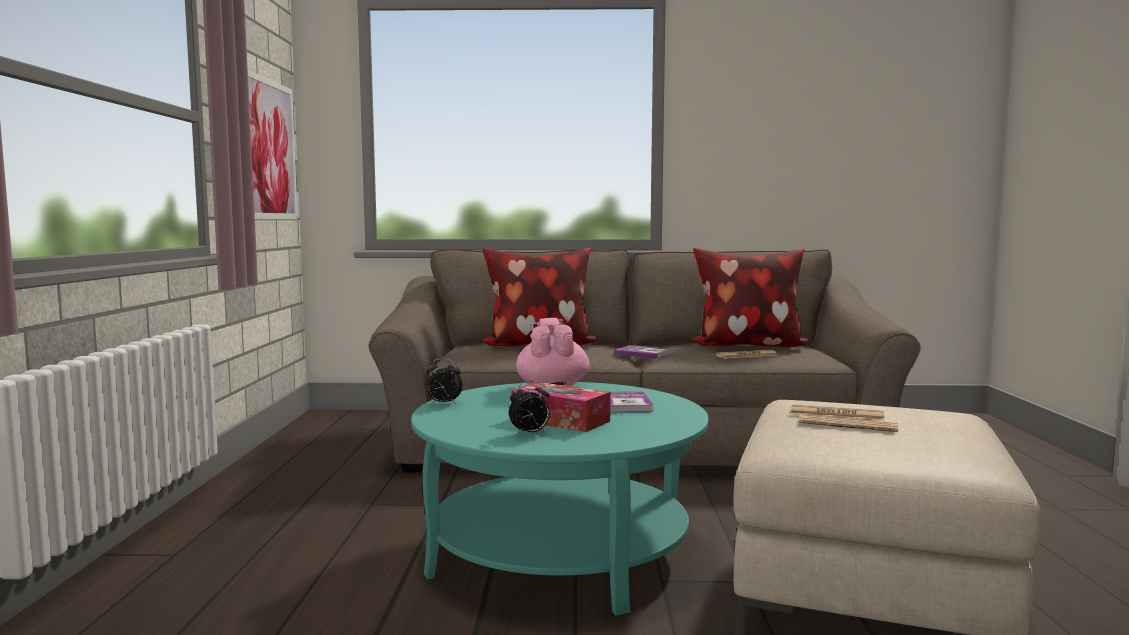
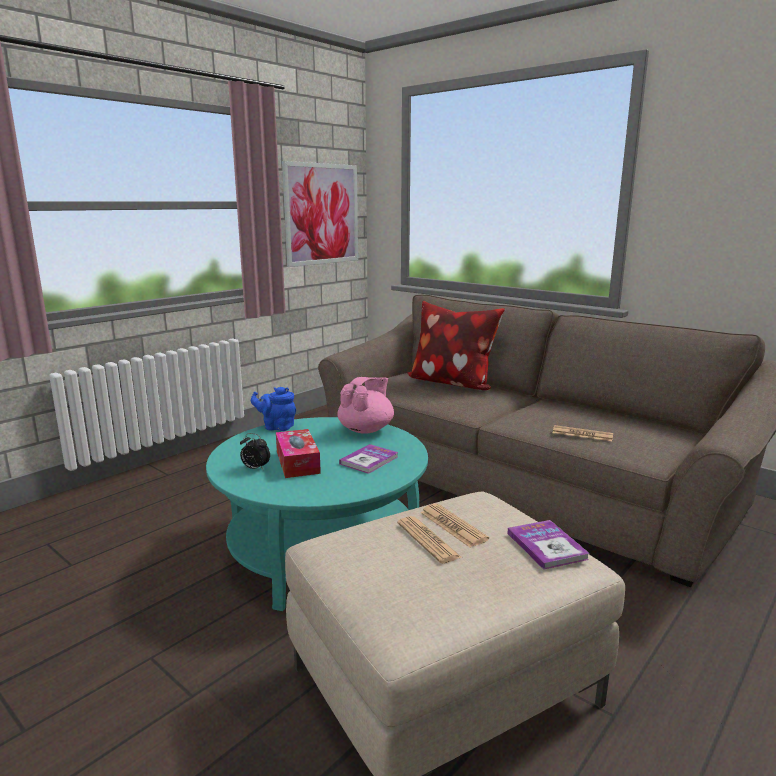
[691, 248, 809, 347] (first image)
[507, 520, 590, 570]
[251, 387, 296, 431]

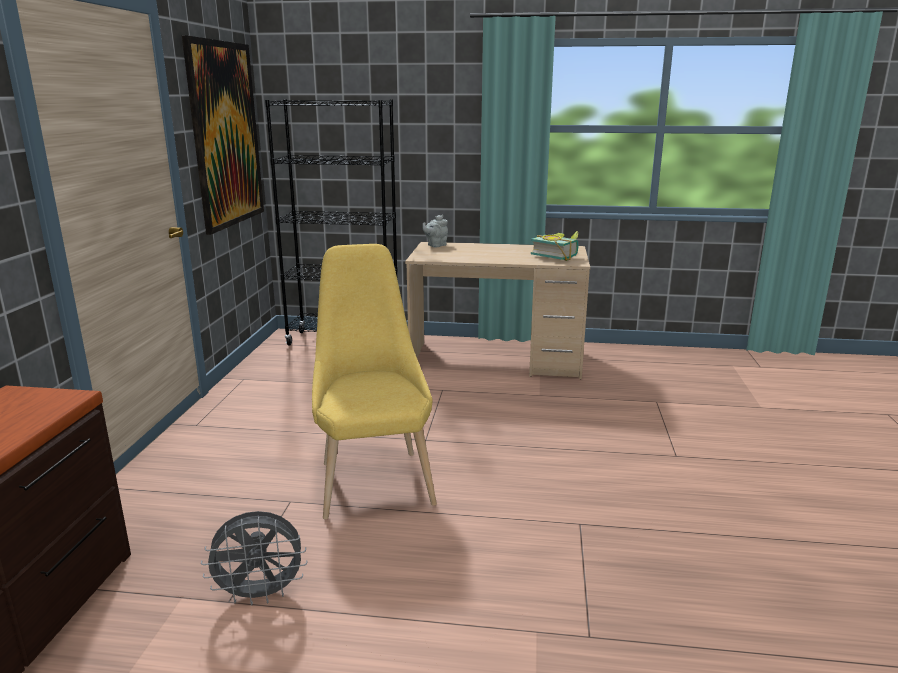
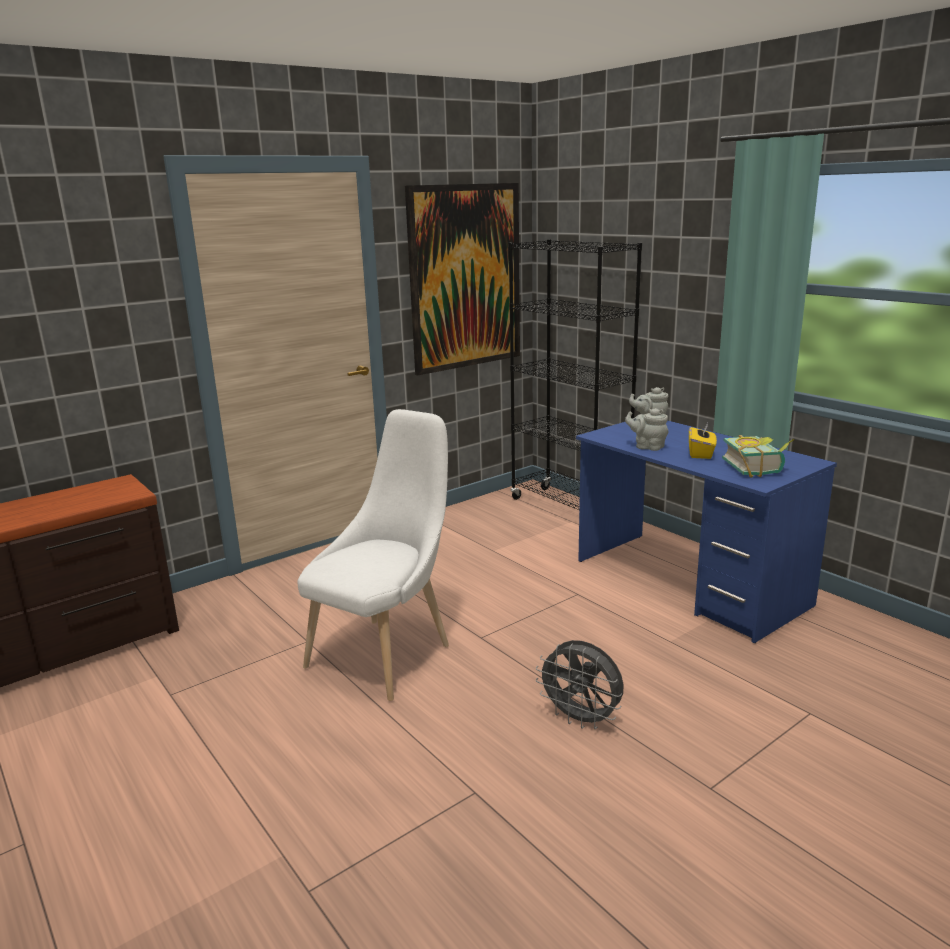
[576, 420, 837, 643]
[298, 409, 449, 701]
[535, 640, 624, 729]
[625, 408, 668, 451]
[689, 423, 717, 459]

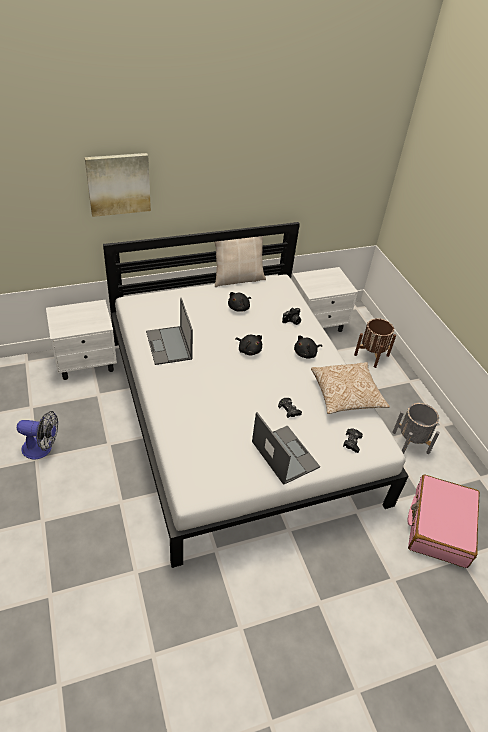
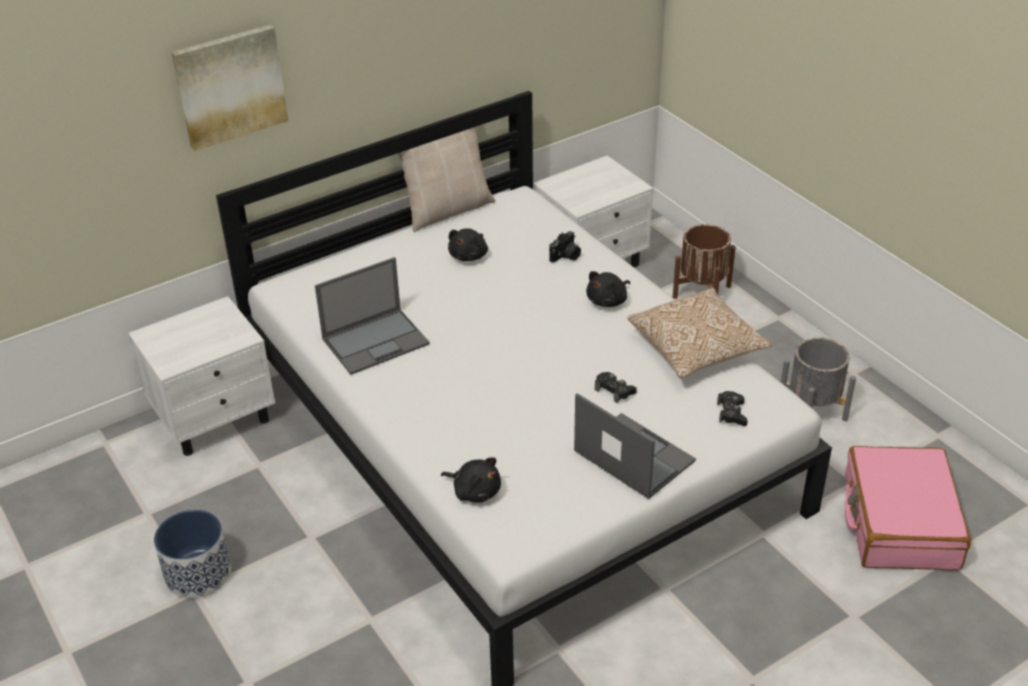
[315, 257, 430, 375]
[441, 458, 501, 503]
[154, 510, 231, 598]

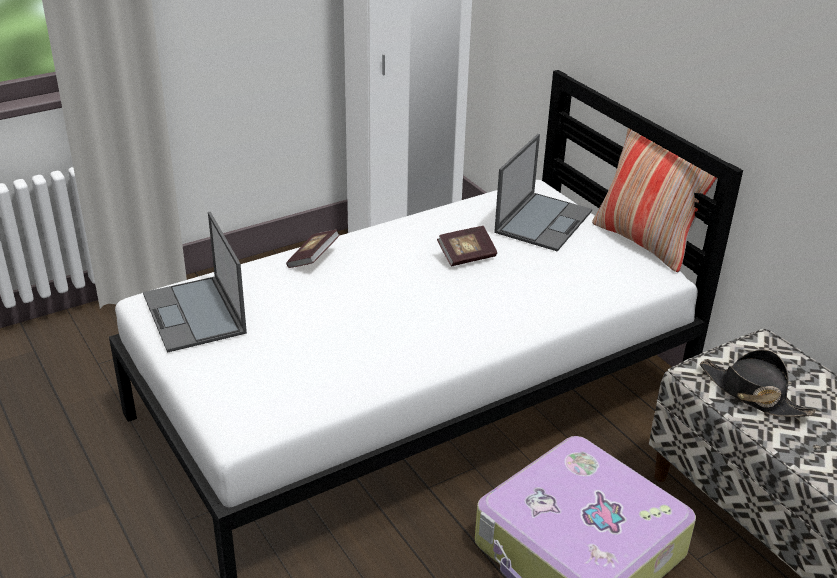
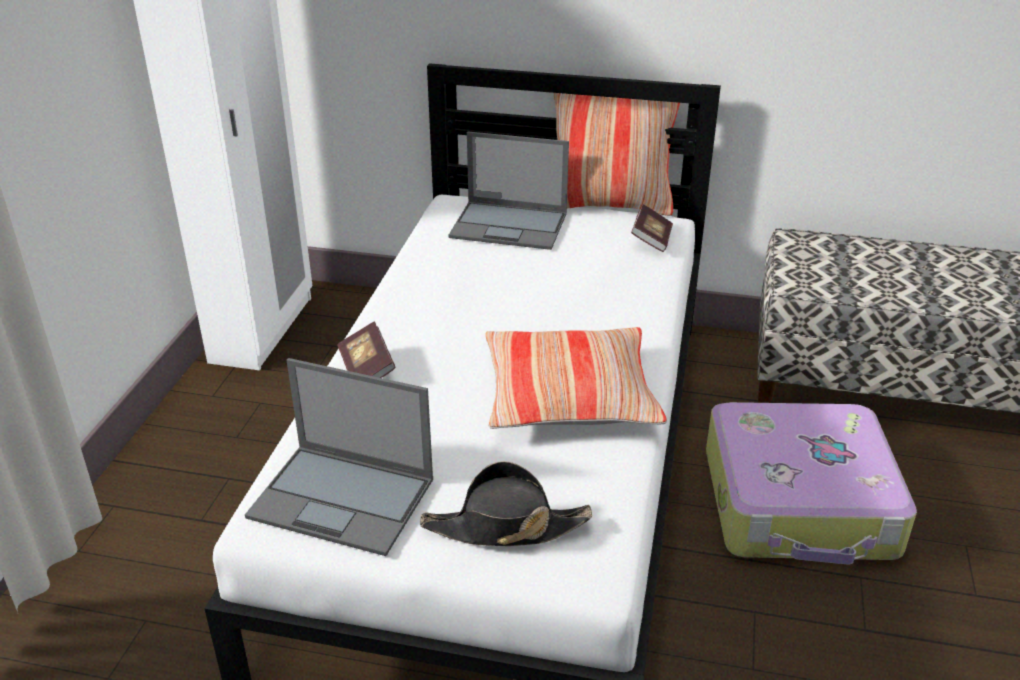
[448, 131, 569, 250]
[631, 204, 673, 252]
[420, 461, 592, 546]
[485, 327, 667, 429]

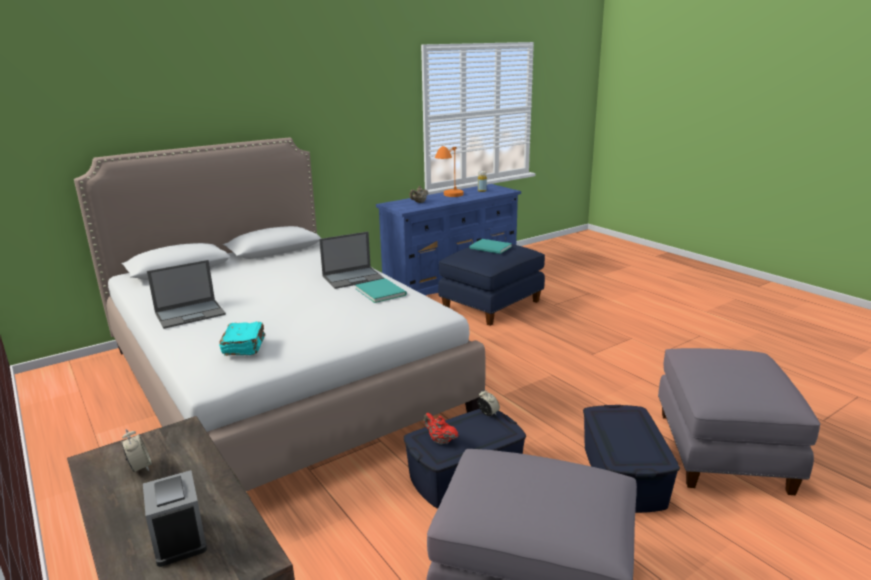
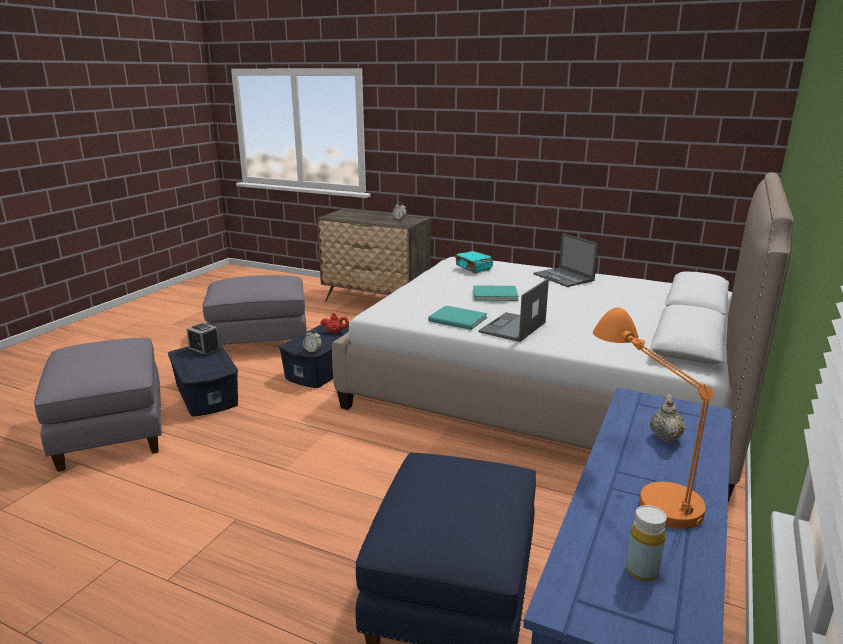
[473, 285, 519, 301]
[533, 233, 598, 287]
[186, 323, 221, 356]

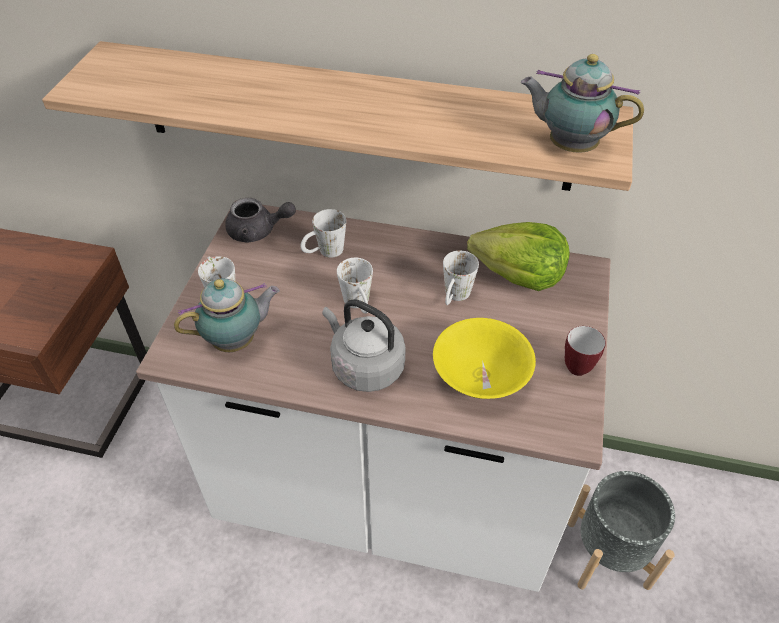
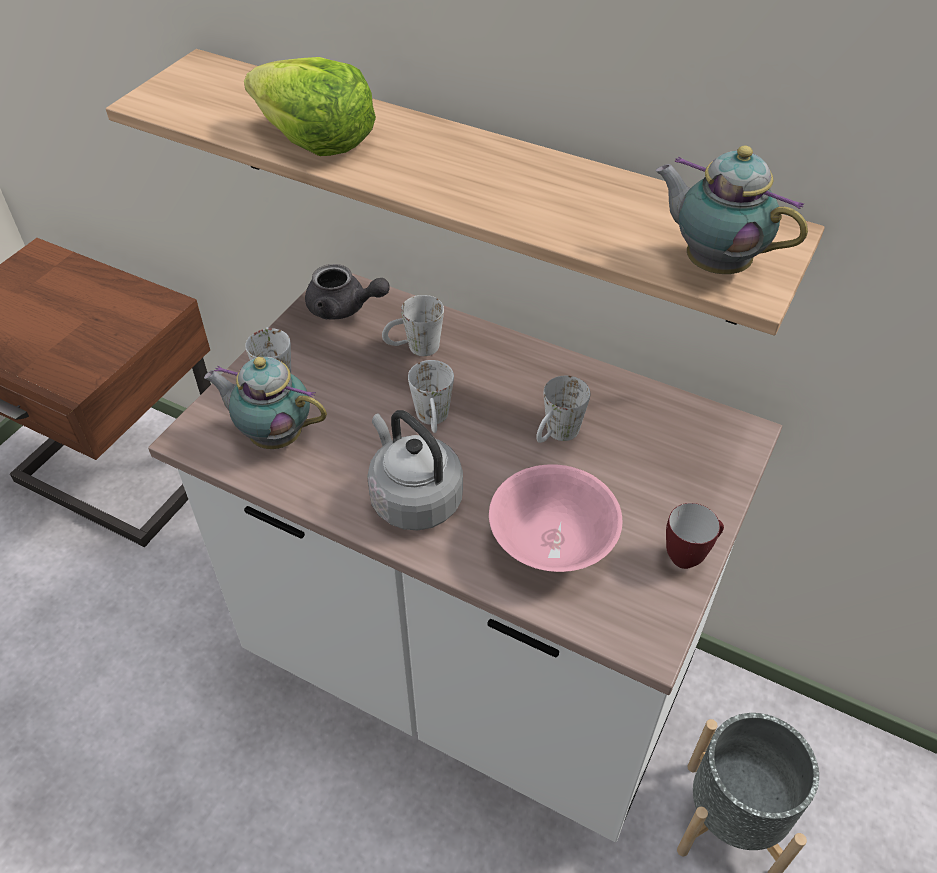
[244, 57, 376, 156]
[204, 357, 327, 449]
[489, 464, 623, 572]

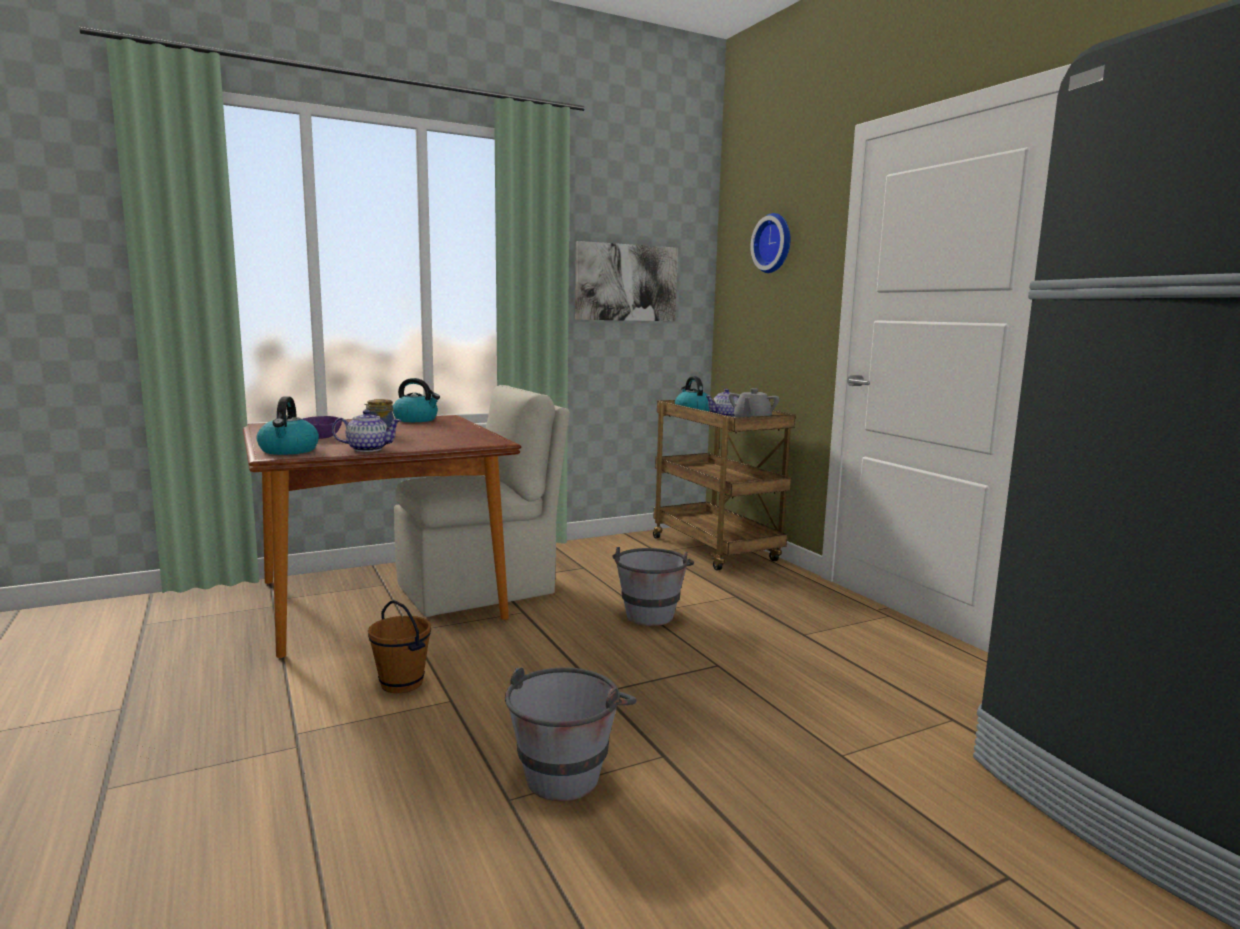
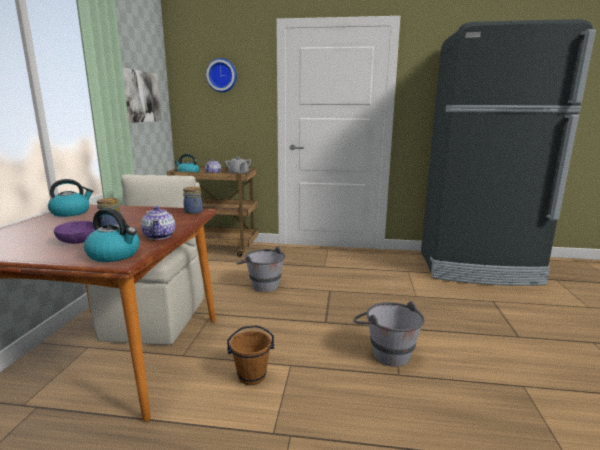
[141, 206, 175, 240]
[183, 187, 203, 214]

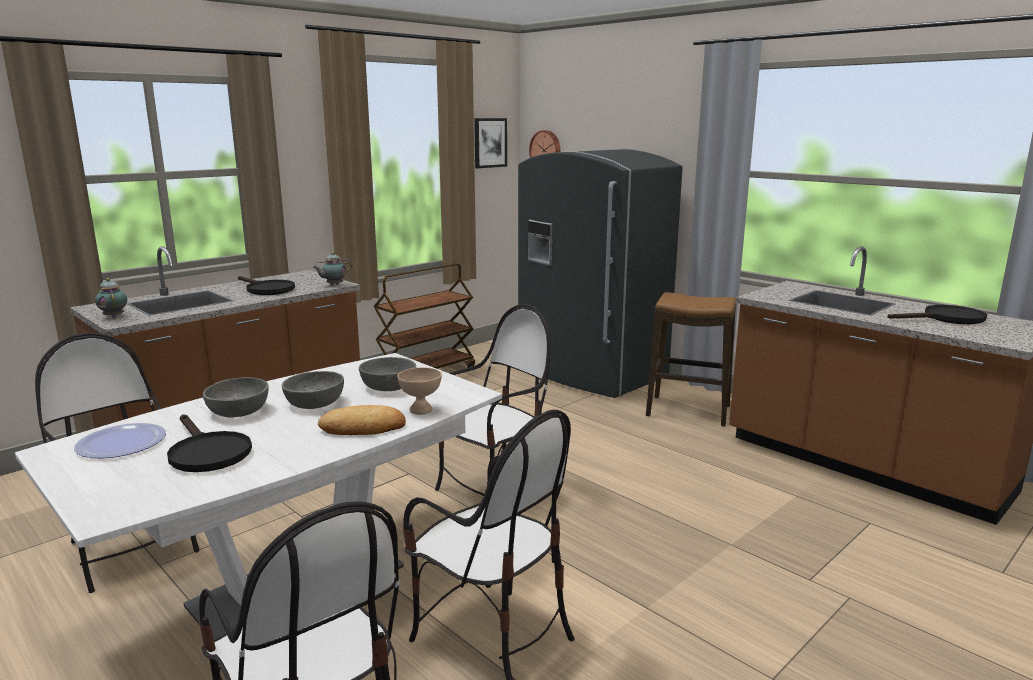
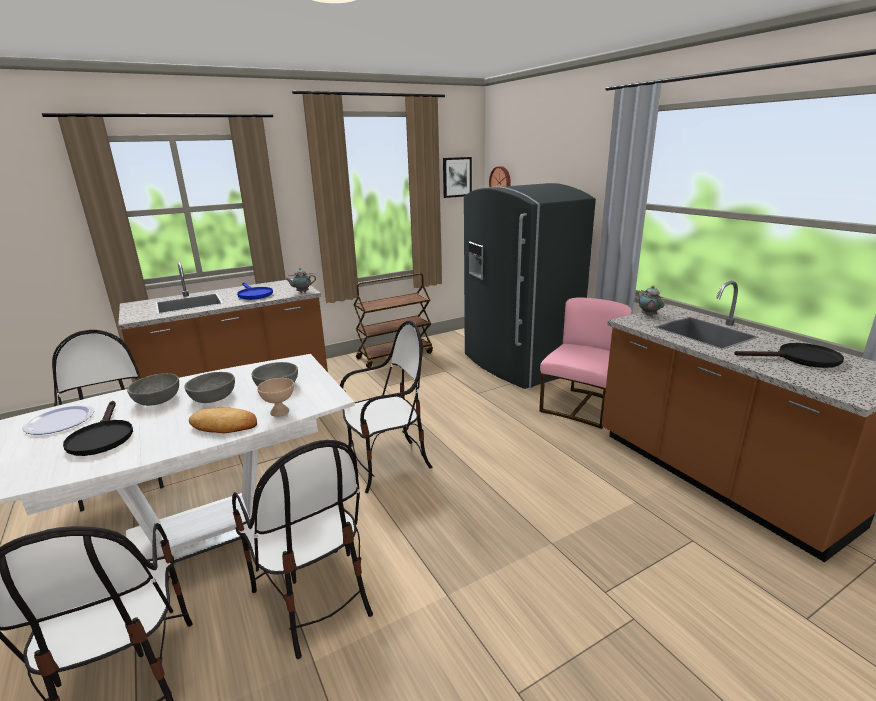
[237, 282, 273, 300]
[637, 286, 665, 317]
[539, 297, 631, 429]

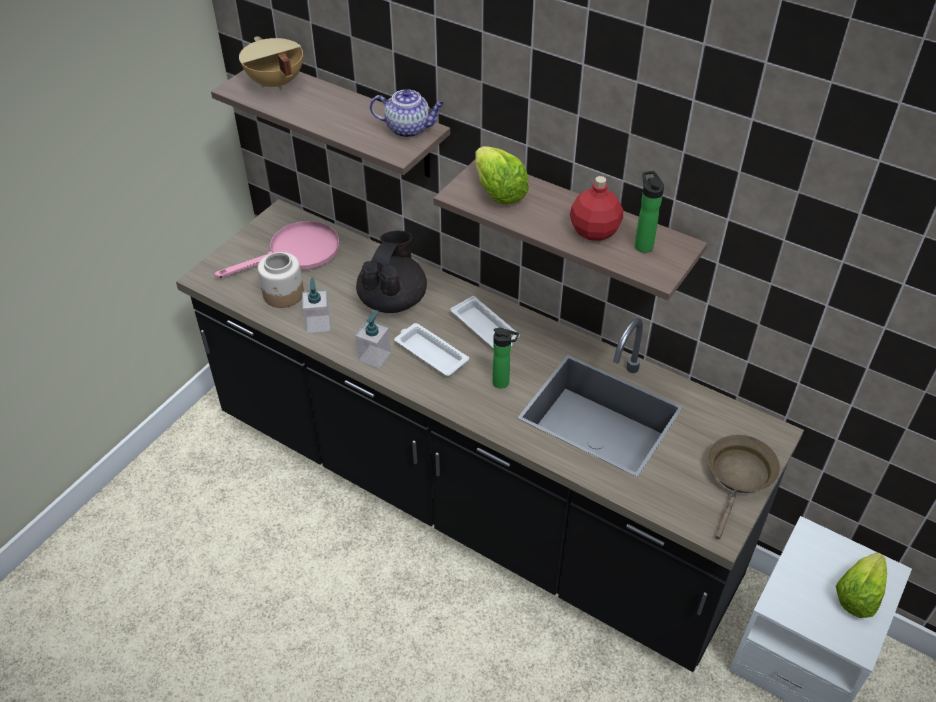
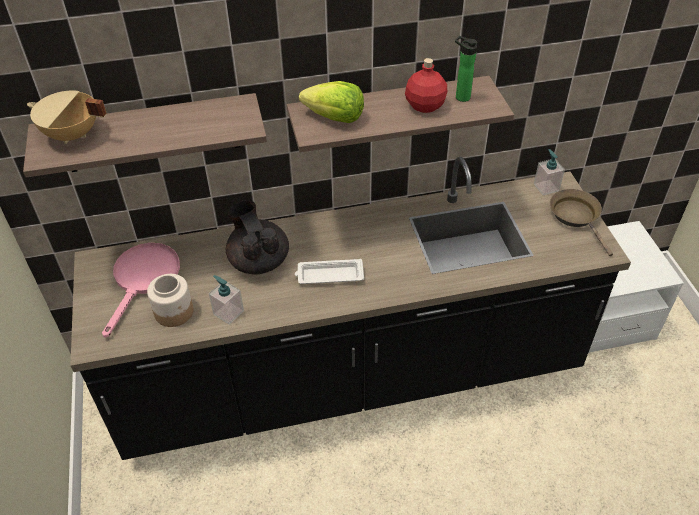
[370, 89, 444, 138] (first image)
[451, 296, 520, 348] (first image)
[534, 149, 565, 195]
[492, 328, 519, 389] (first image)
[836, 553, 887, 618] (first image)

